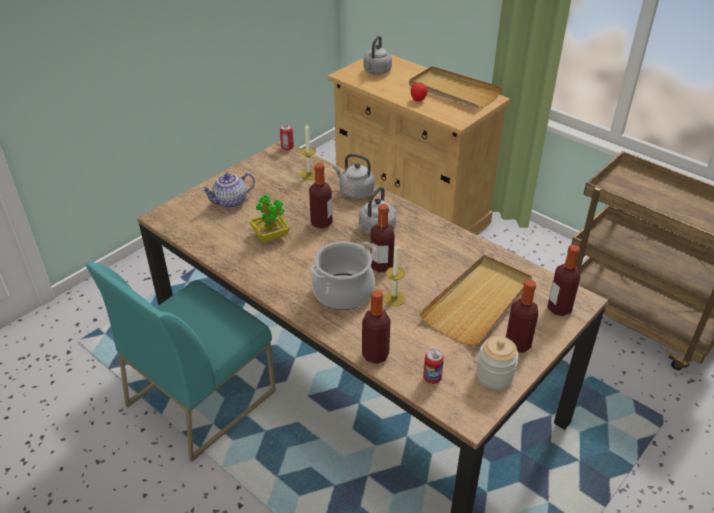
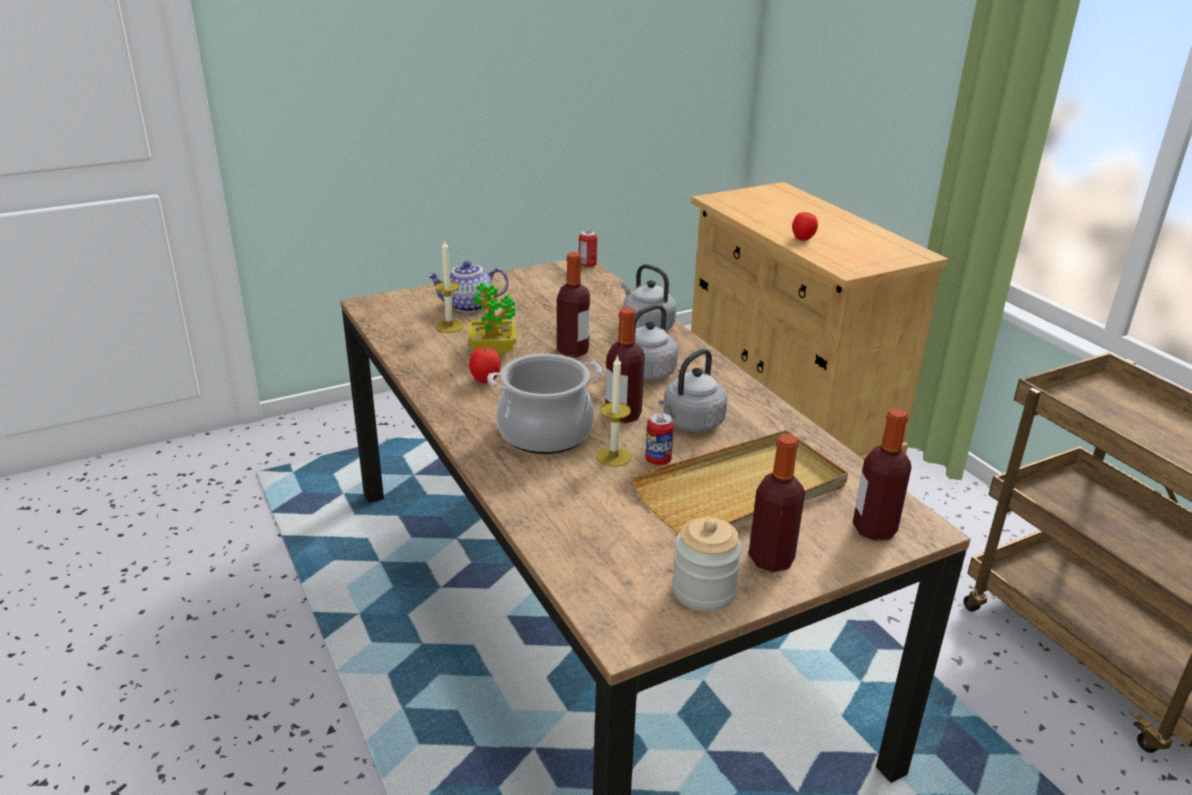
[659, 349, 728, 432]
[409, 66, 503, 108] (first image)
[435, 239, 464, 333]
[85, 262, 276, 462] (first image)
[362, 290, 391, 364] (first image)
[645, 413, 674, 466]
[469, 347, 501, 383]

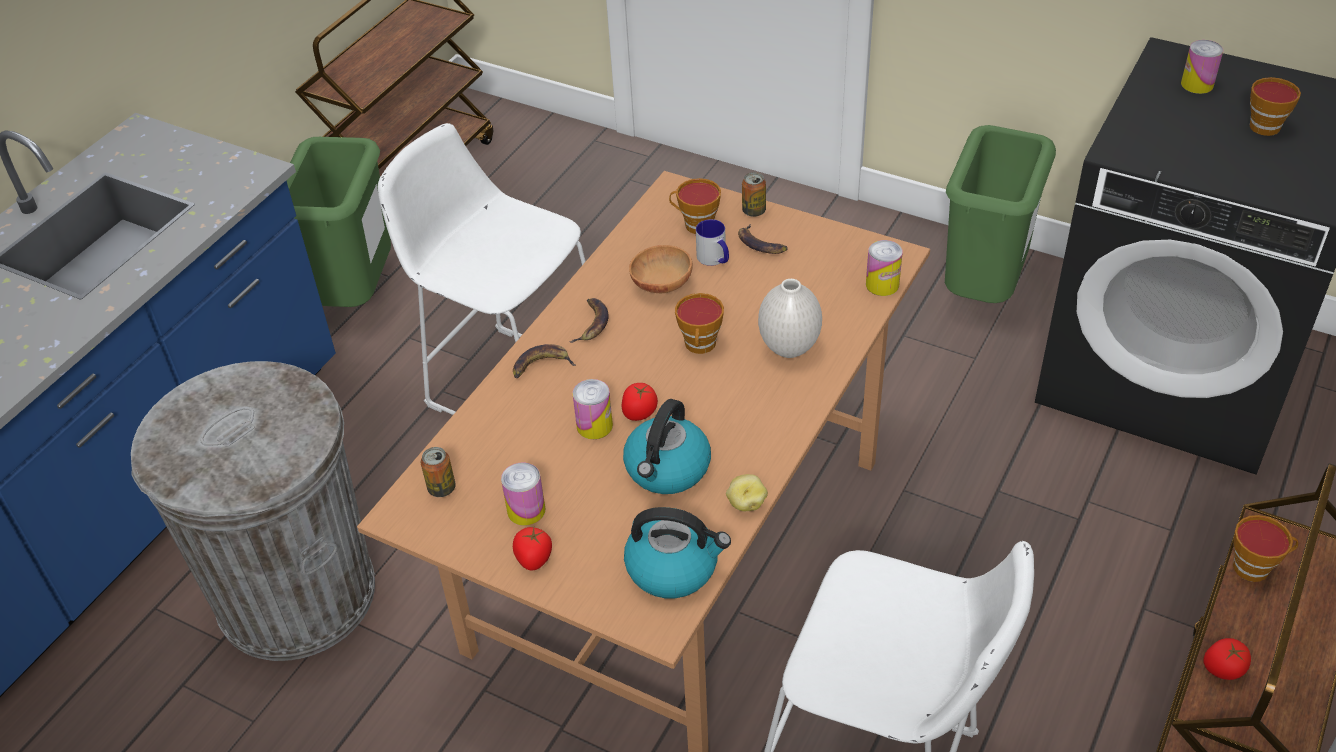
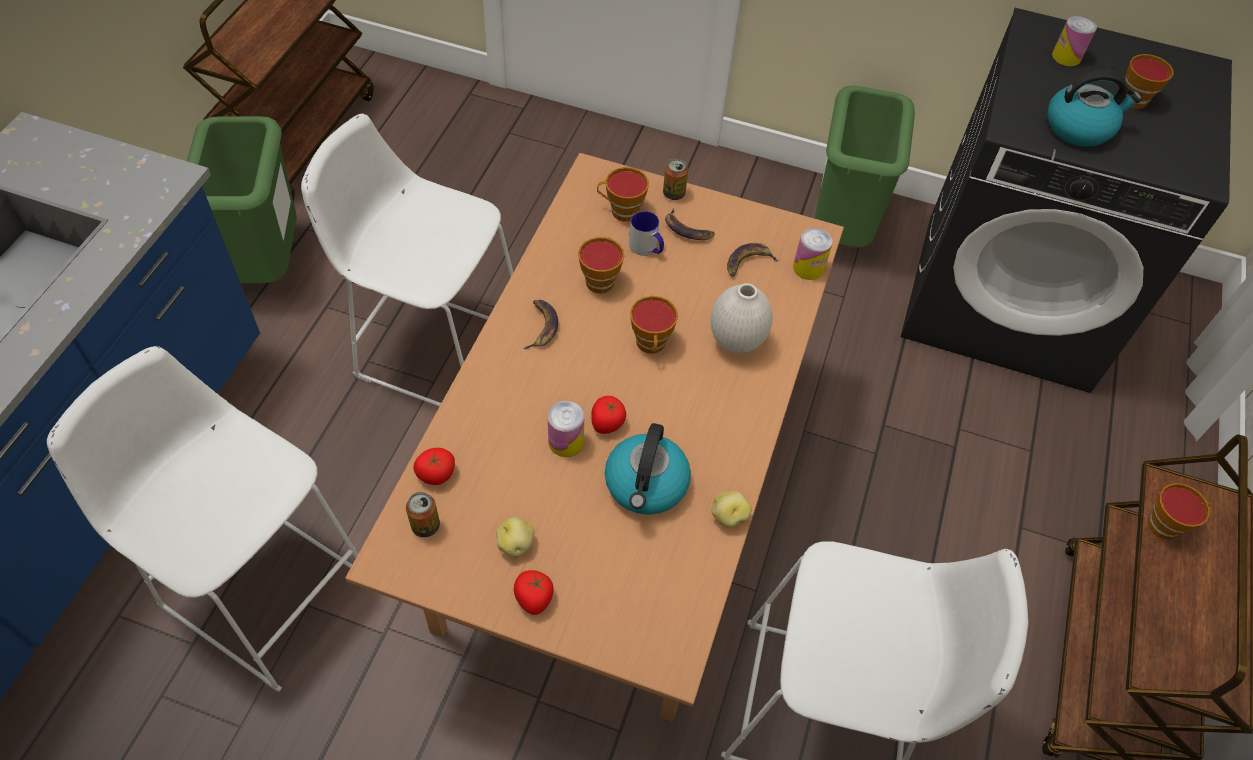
[578, 237, 624, 293]
[727, 243, 779, 277]
[47, 346, 358, 692]
[496, 517, 534, 557]
[1047, 70, 1141, 147]
[414, 448, 455, 485]

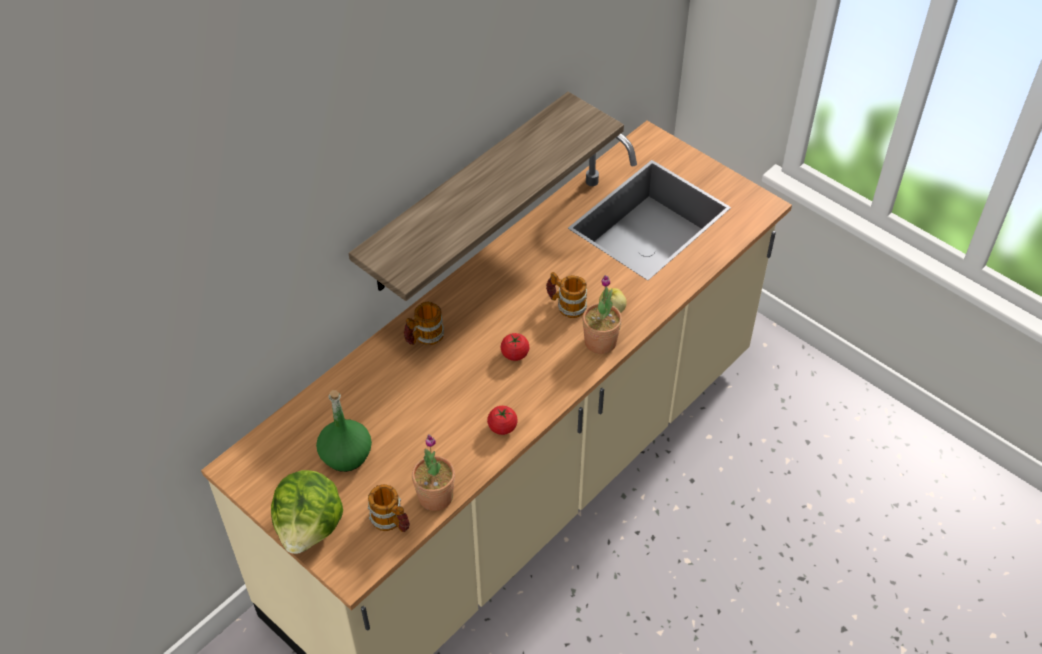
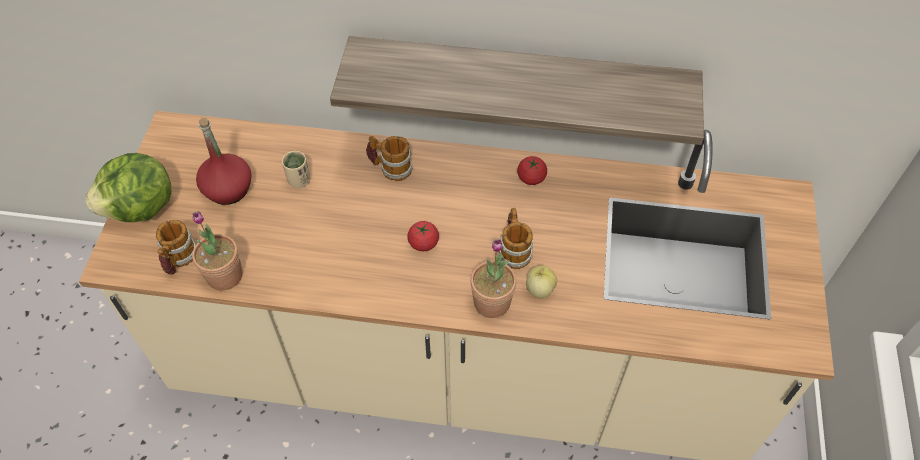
[196, 118, 252, 205]
[517, 156, 547, 185]
[282, 151, 311, 188]

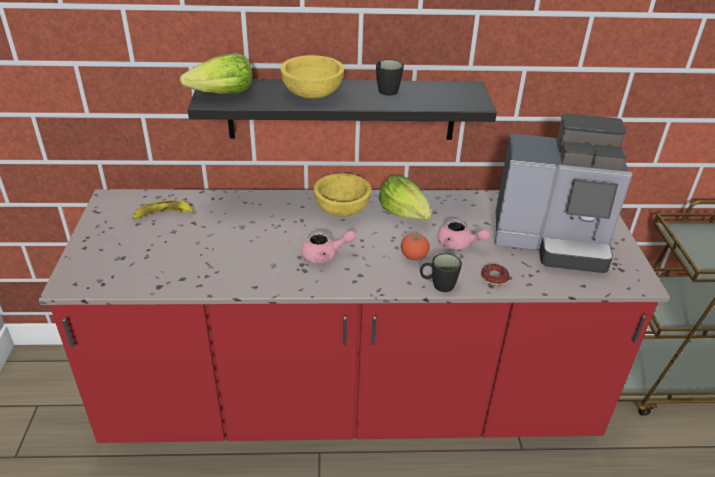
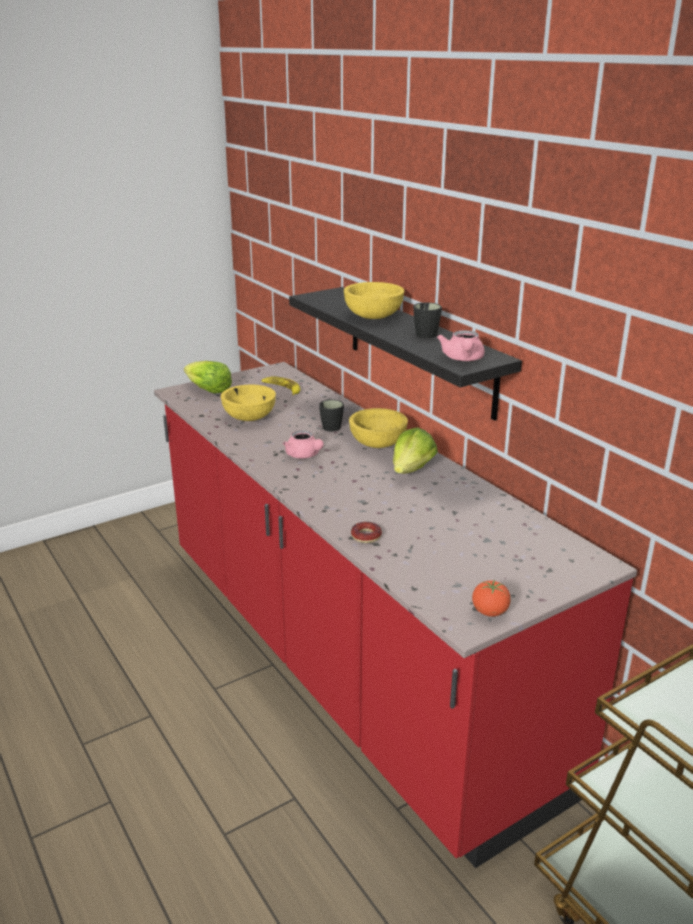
[184, 361, 232, 394]
[495, 113, 633, 273] (first image)
[437, 330, 485, 361]
[472, 579, 511, 617]
[319, 400, 344, 432]
[221, 385, 276, 421]

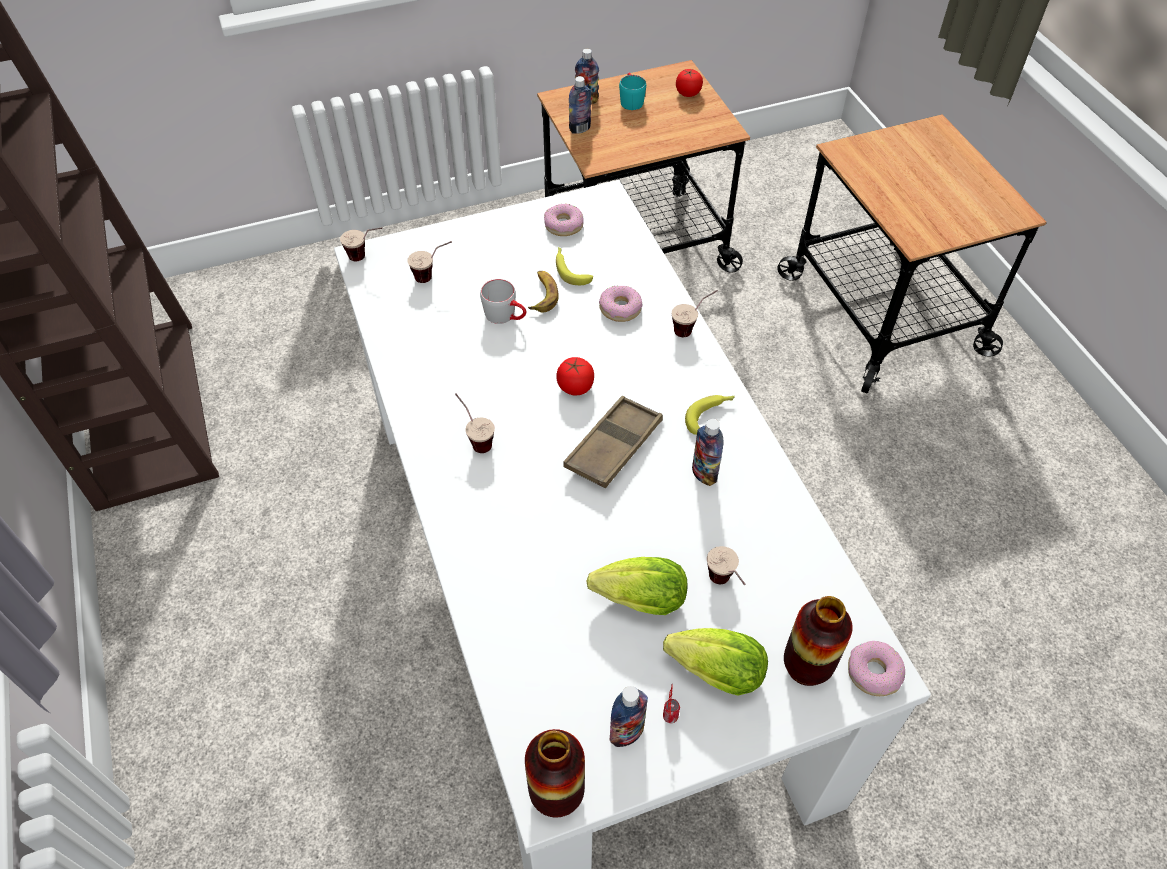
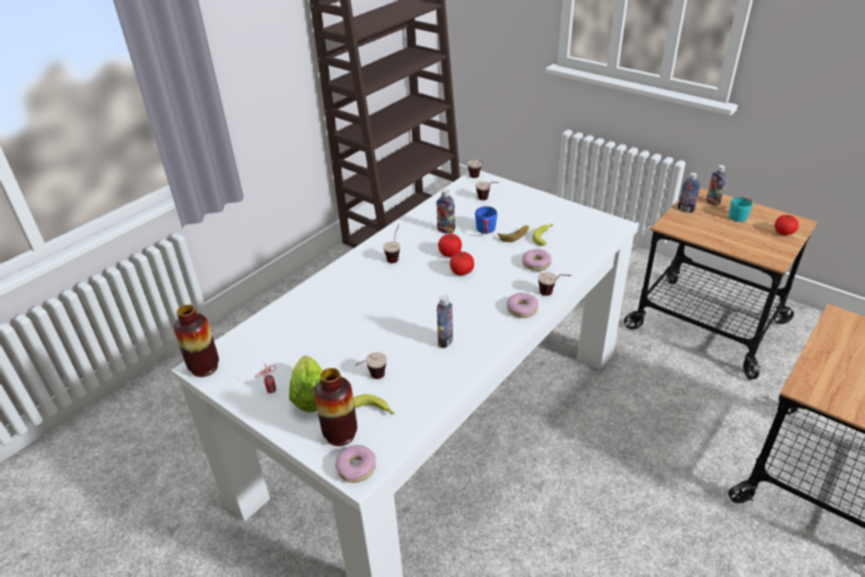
[507, 293, 539, 318]
[475, 206, 497, 234]
[353, 394, 394, 415]
[563, 396, 663, 488] (first image)
[586, 557, 688, 615] (first image)
[436, 189, 455, 234]
[438, 234, 462, 257]

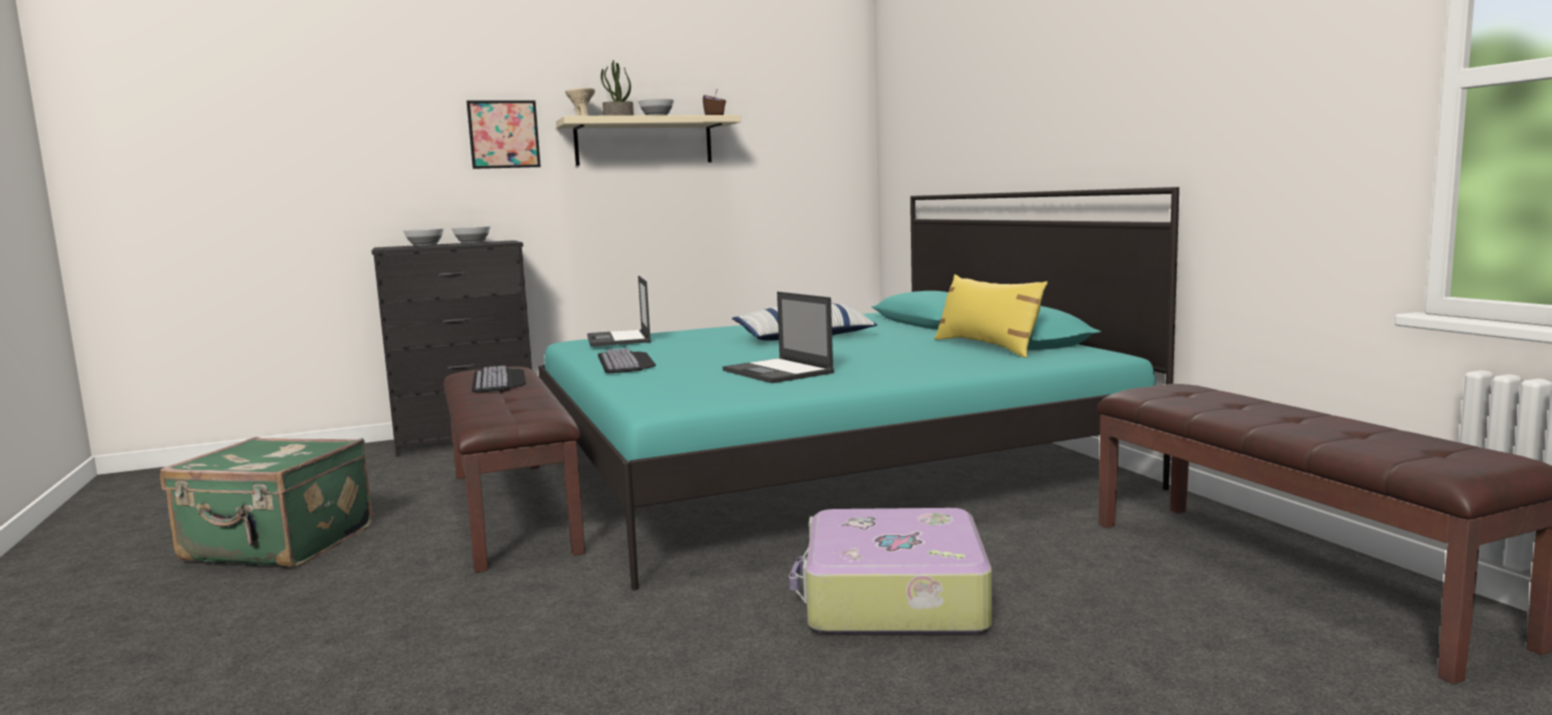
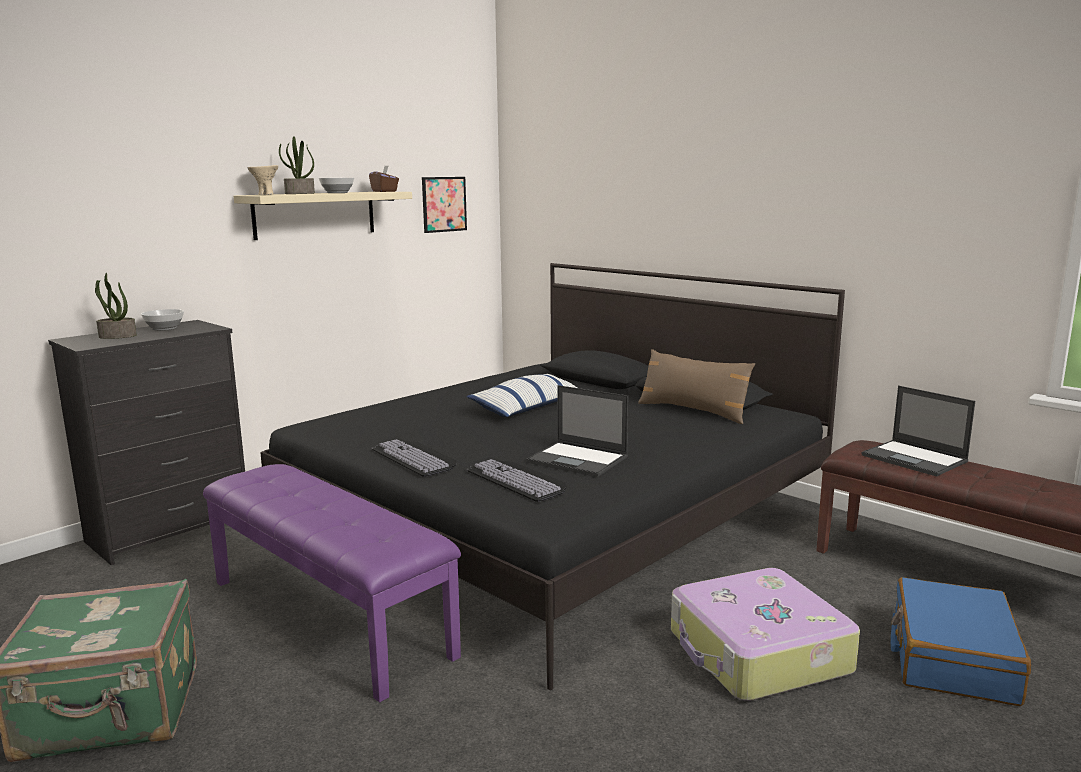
[422, 177, 467, 233]
[260, 263, 845, 690]
[95, 273, 137, 339]
[638, 349, 755, 424]
[861, 385, 975, 476]
[203, 464, 461, 702]
[467, 459, 567, 502]
[891, 577, 1031, 706]

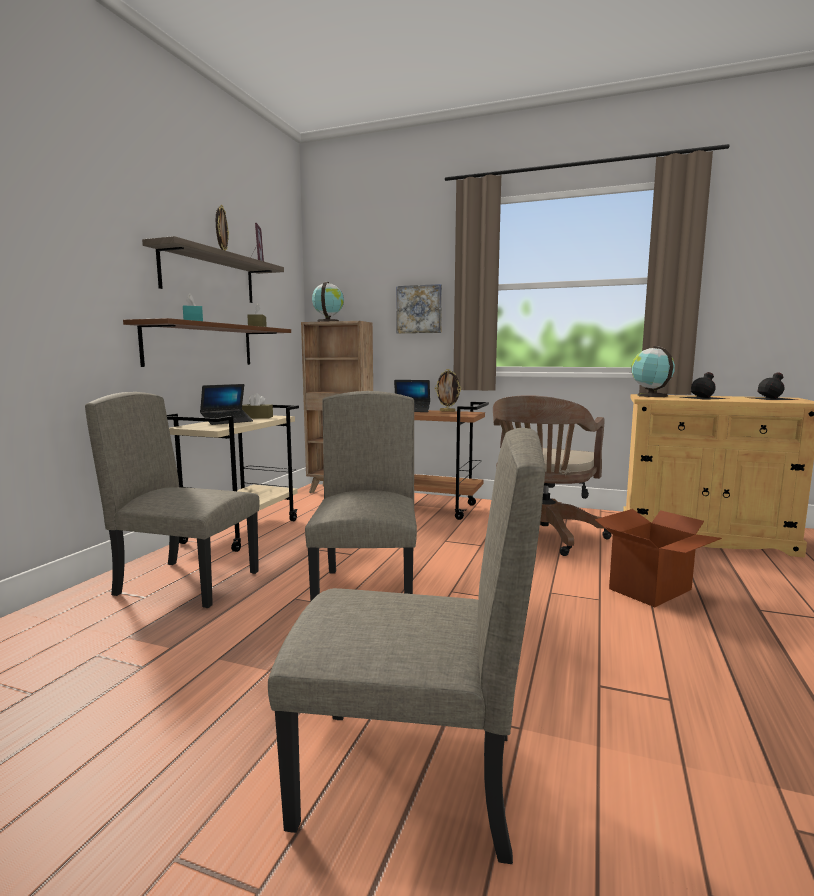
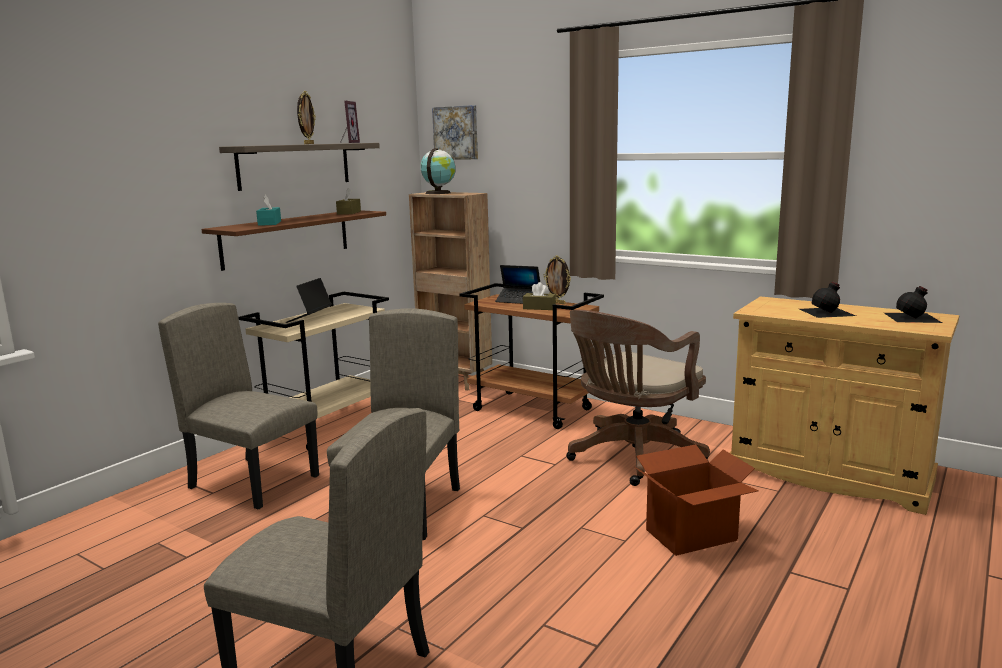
[432, 105, 478, 160]
[631, 346, 675, 397] (first image)
[286, 278, 332, 323]
[523, 282, 556, 310]

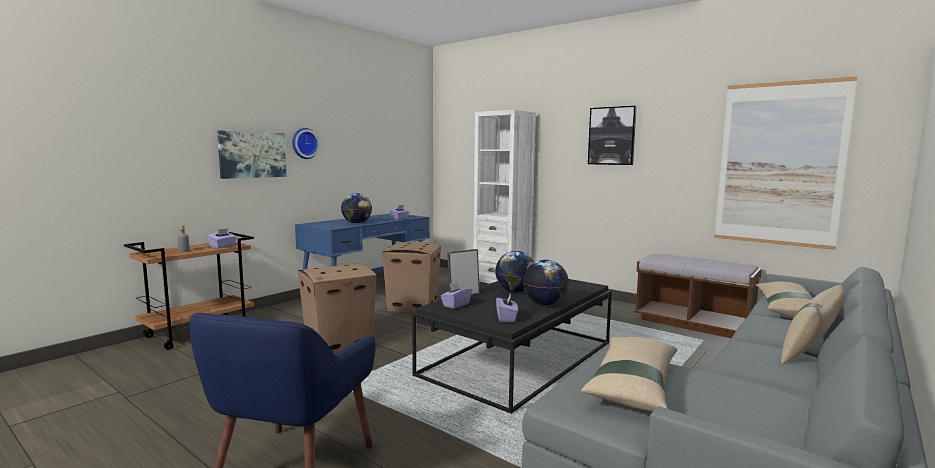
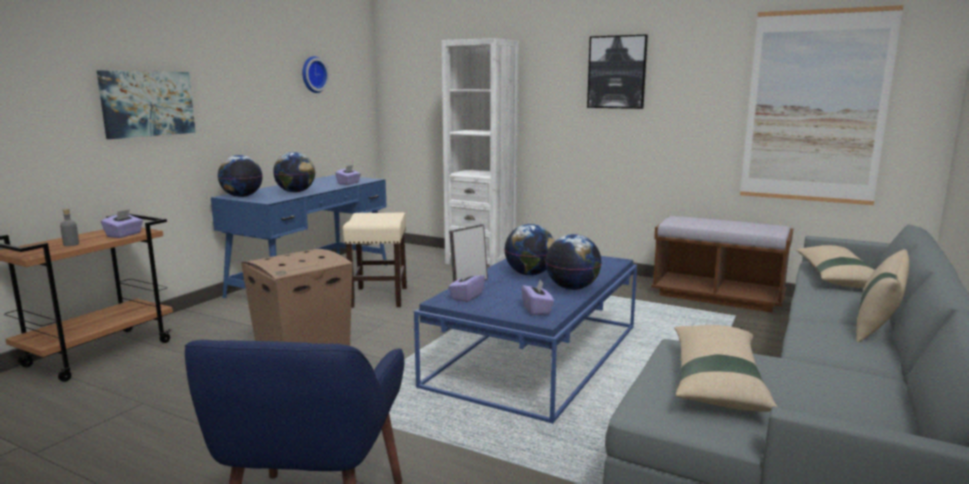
[302, 56, 329, 93]
[343, 212, 407, 308]
[414, 256, 637, 424]
[218, 155, 263, 197]

